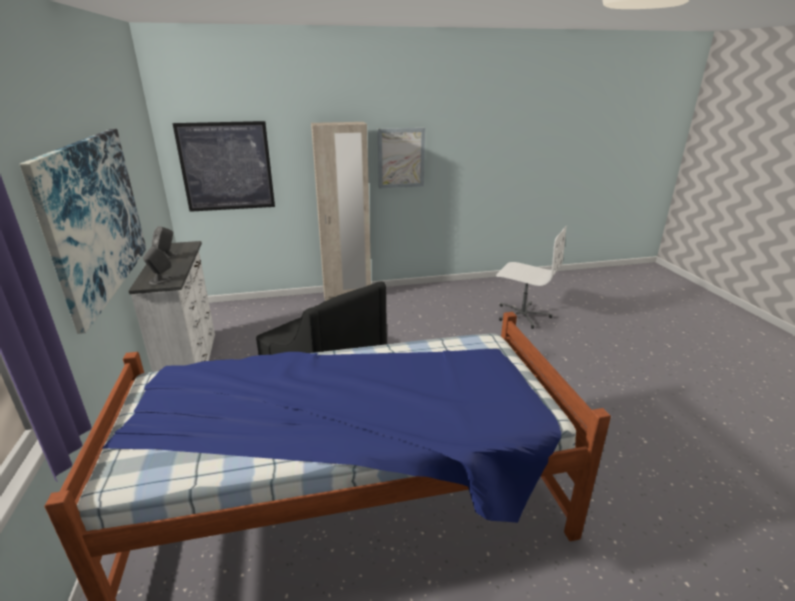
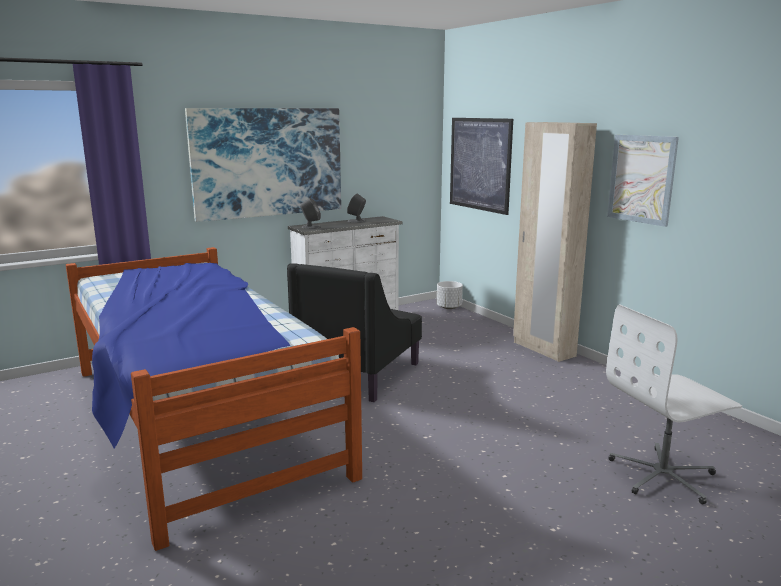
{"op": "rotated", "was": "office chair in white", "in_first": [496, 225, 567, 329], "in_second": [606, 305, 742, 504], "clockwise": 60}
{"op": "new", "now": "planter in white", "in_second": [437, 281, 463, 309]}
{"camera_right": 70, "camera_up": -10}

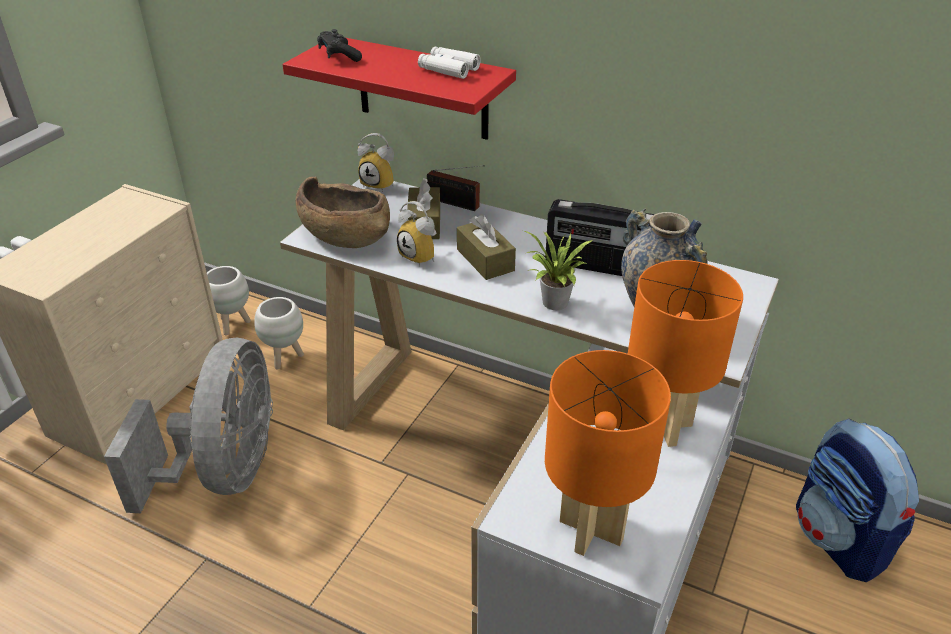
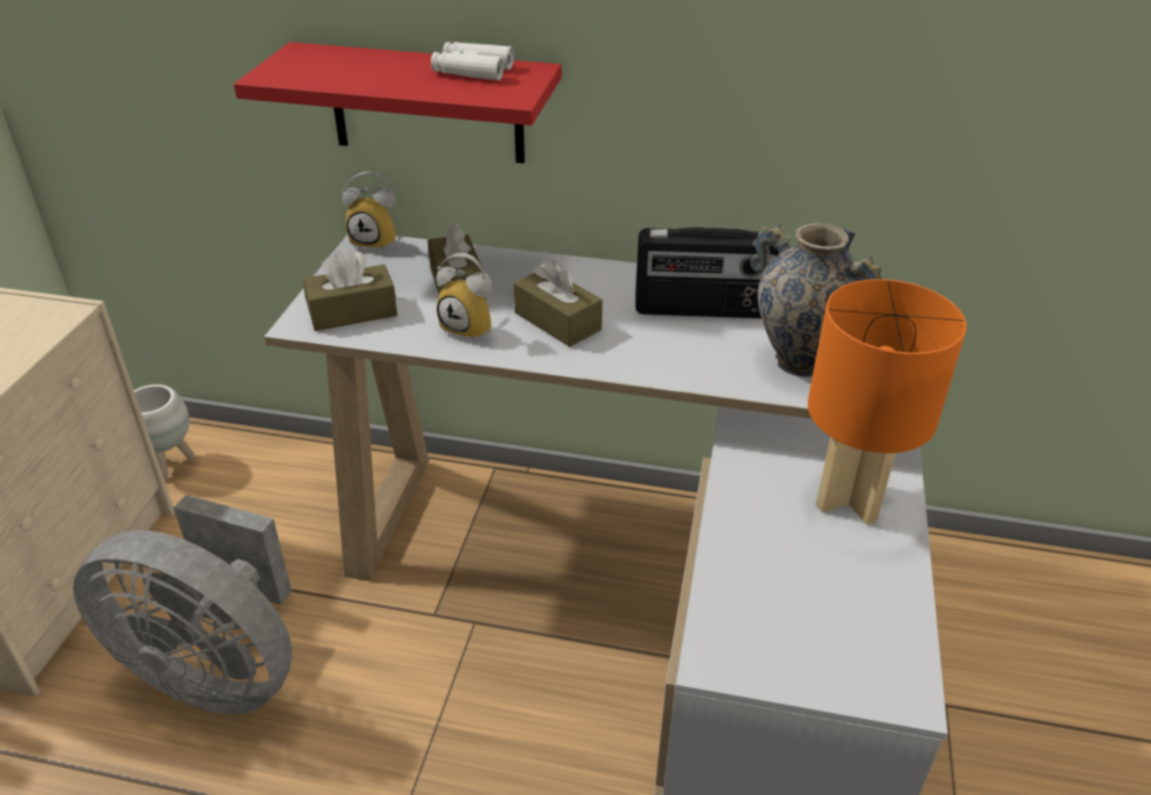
{"op": "rotated", "was": "fan in grey", "in_first": [104, 338, 273, 513], "in_second": [73, 495, 292, 715], "clockwise": 120}
{"op": "gone", "was": "planter in white", "in_first": [254, 297, 304, 369]}
{"op": "swapped", "was": "bowl in brown", "now": "tissue box in brown", "in_first": [295, 176, 390, 248], "in_second": [303, 248, 397, 331]}
{"op": "gone", "was": "game controller in black", "in_first": [317, 29, 362, 62]}
{"op": "gone", "was": "radio", "in_first": [427, 165, 485, 211]}
{"op": "gone", "was": "potted plant", "in_first": [525, 231, 594, 310]}
{"op": "gone", "was": "table lamp in orange", "in_first": [545, 350, 671, 556]}
{"op": "gone", "was": "backpack", "in_first": [796, 418, 919, 582]}
{"camera_right": -15, "camera_up": 0}

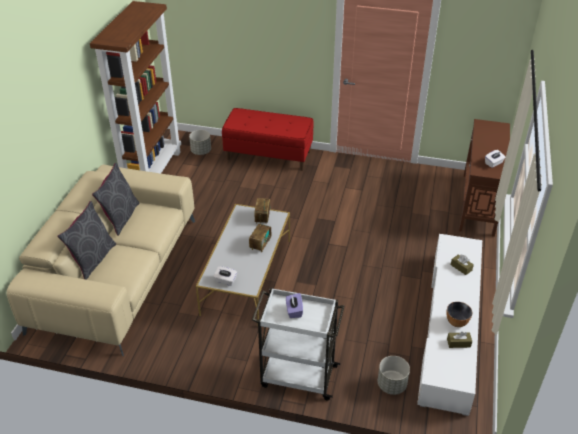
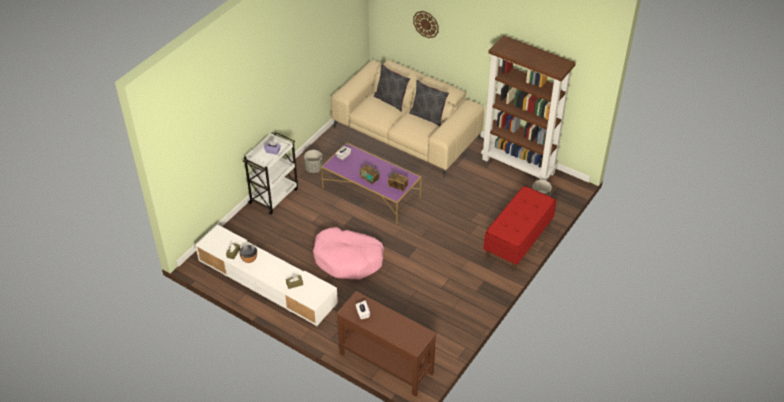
{"op": "repainted", "was": "coffee table in white", "now": "coffee table in purple", "in_first": [196, 204, 290, 320], "in_second": [321, 142, 422, 224]}
{"op": "shifted", "was": "planter in grey", "in_first": [378, 356, 410, 395], "in_second": [304, 150, 323, 173]}
{"op": "new", "now": "dog bed in pink", "in_second": [313, 227, 384, 279]}
{"op": "new", "now": "wall clock", "in_second": [413, 11, 439, 38]}
{"camera_right": 110, "camera_up": 5}

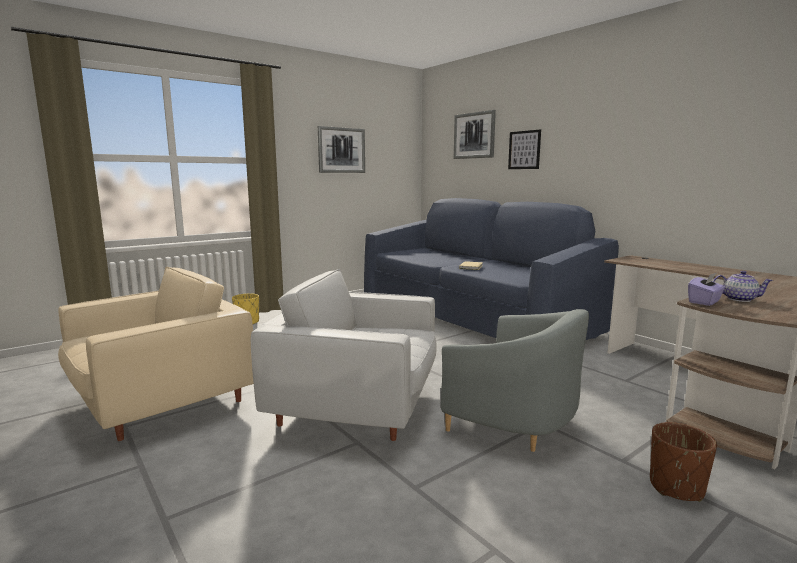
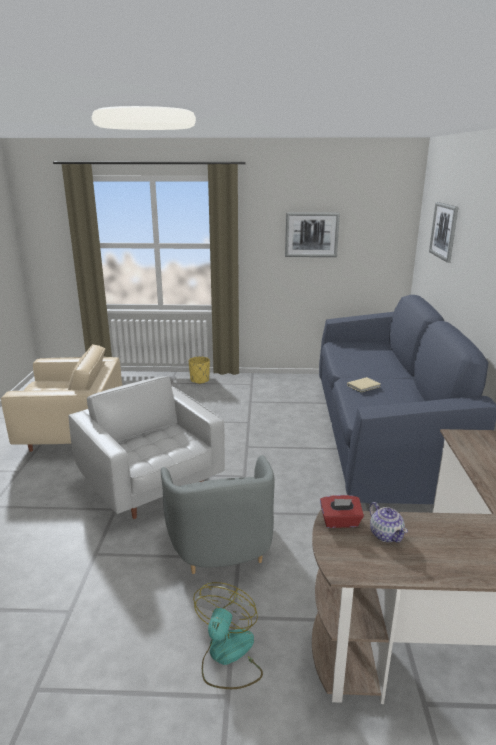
{"op": "gone", "was": "picture", "in_first": [508, 129, 541, 169]}
{"op": "swapped", "was": "planter in brown", "now": "fan", "in_first": [650, 422, 717, 502], "in_second": [193, 582, 263, 689]}
{"op": "repainted", "was": "tissue box in purple", "now": "tissue box in red", "in_first": [688, 273, 725, 306], "in_second": [320, 495, 364, 528]}
{"camera_right": 40, "camera_up": 10}

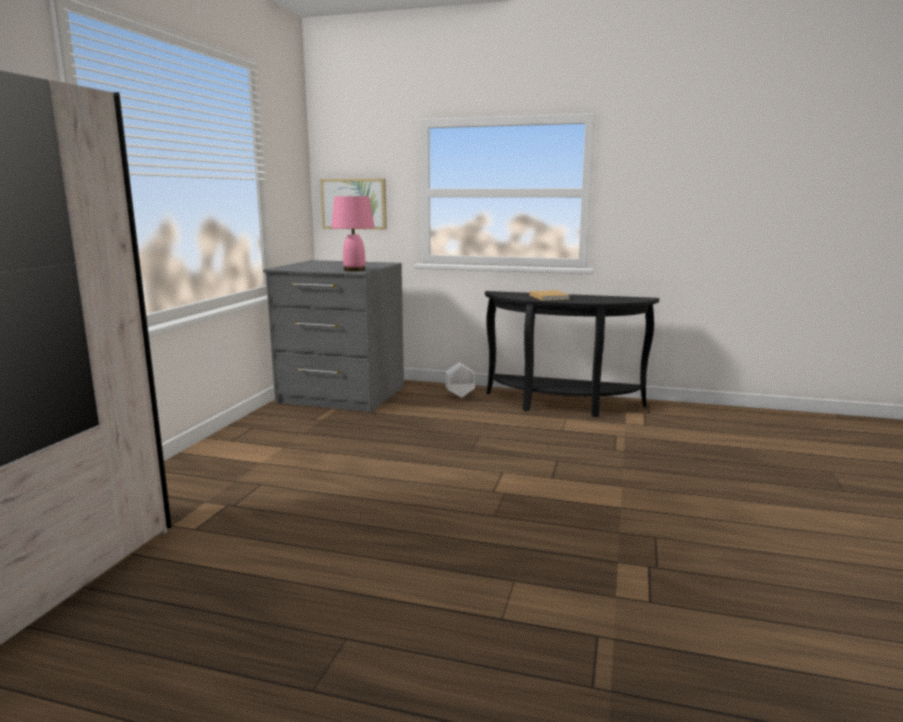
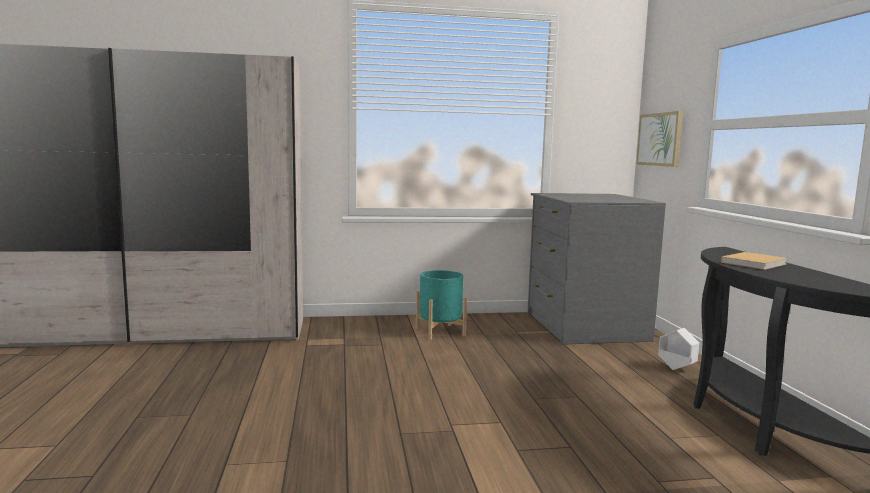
{"op": "gone", "was": "table lamp in pink", "in_first": [331, 196, 375, 271]}
{"op": "new", "now": "planter in turquoise", "in_second": [416, 270, 467, 340]}
{"camera_right": 65, "camera_up": -5}

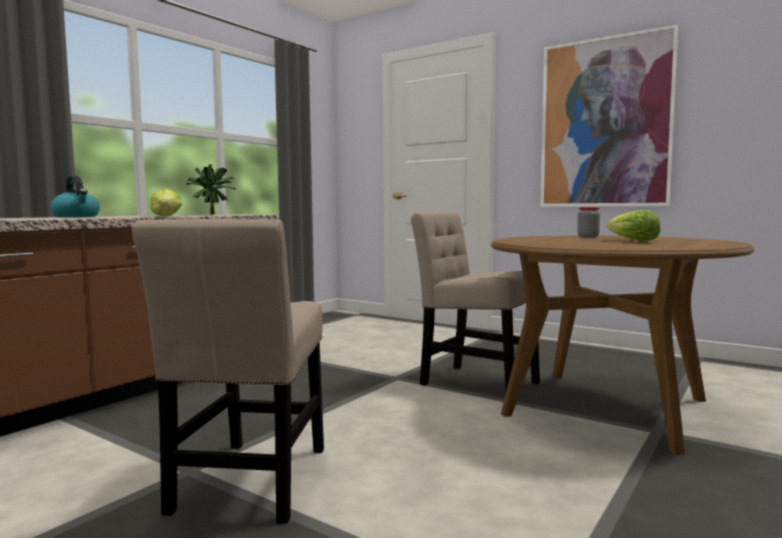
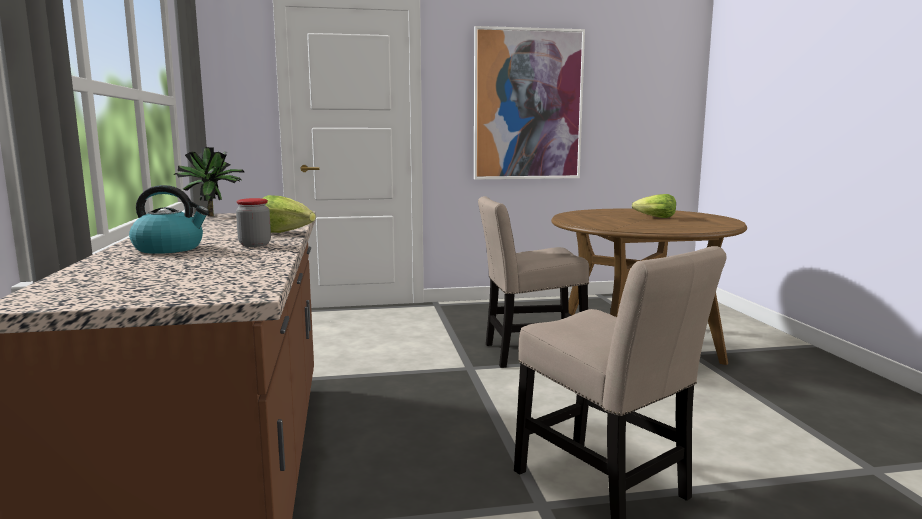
{"op": "shifted", "was": "jar", "in_first": [577, 207, 600, 238], "in_second": [236, 198, 271, 247]}
{"camera_right": -45, "camera_up": 5}

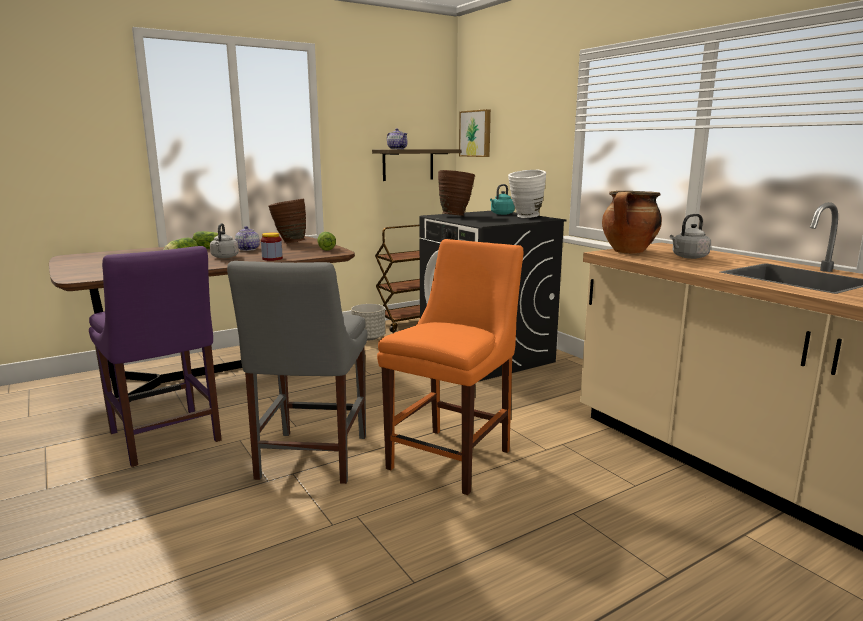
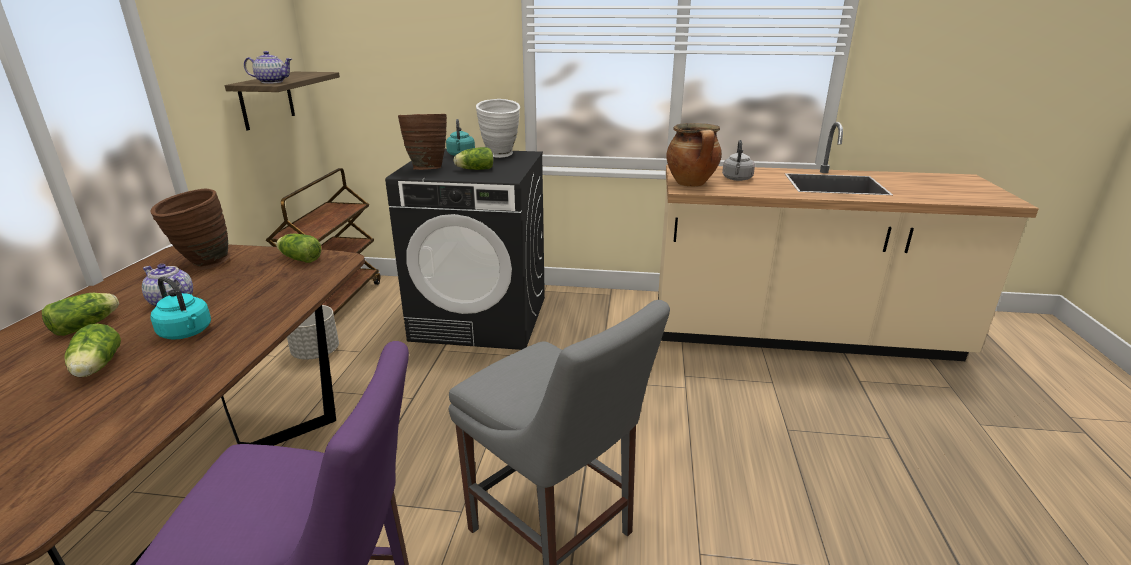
{"op": "repainted", "was": "kettle in grey", "now": "kettle in turquoise", "in_first": [210, 223, 239, 258], "in_second": [151, 276, 211, 340]}
{"op": "gone", "was": "jar", "in_first": [261, 232, 283, 261]}
{"op": "gone", "was": "chair in orange", "in_first": [377, 239, 524, 495]}
{"op": "gone", "was": "picture", "in_first": [459, 109, 491, 157]}
{"op": "new", "now": "lettuce", "in_second": [453, 147, 493, 170]}
{"camera_right": -50, "camera_up": 10}

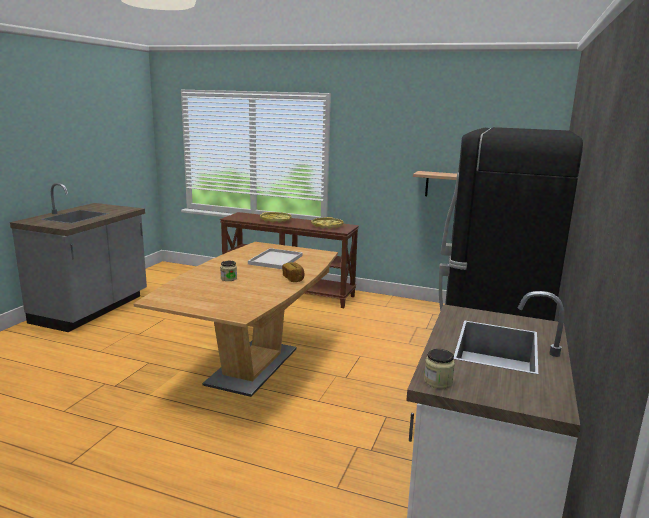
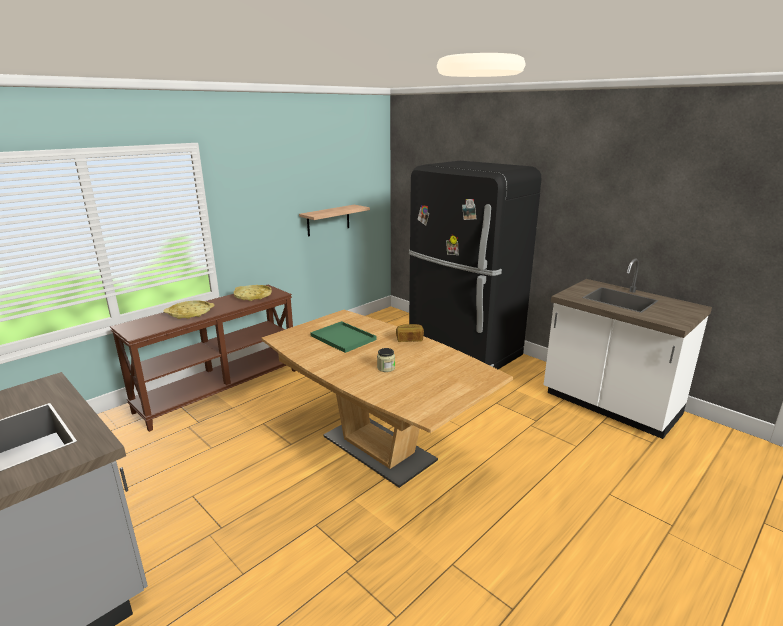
{"op": "repainted", "was": "tray in white", "now": "tray in green", "in_first": [248, 248, 303, 269], "in_second": [310, 321, 377, 353]}
{"op": "gone", "was": "jar", "in_first": [424, 349, 455, 389]}
{"camera_right": -65, "camera_up": 5}

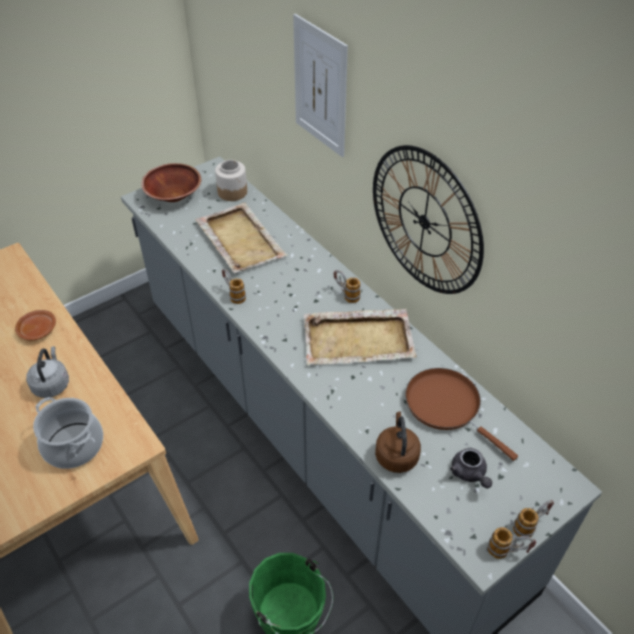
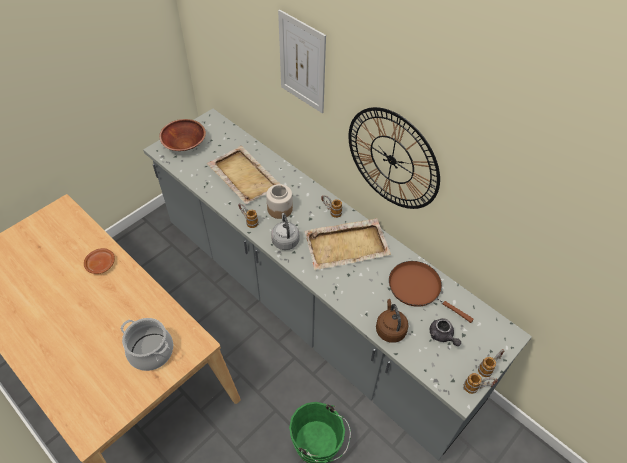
{"op": "shifted", "was": "kettle in grey", "in_first": [26, 346, 69, 398], "in_second": [271, 213, 299, 250]}
{"op": "shifted", "was": "jar", "in_first": [215, 160, 247, 201], "in_second": [266, 184, 293, 219]}
{"camera_right": -10, "camera_up": 5}

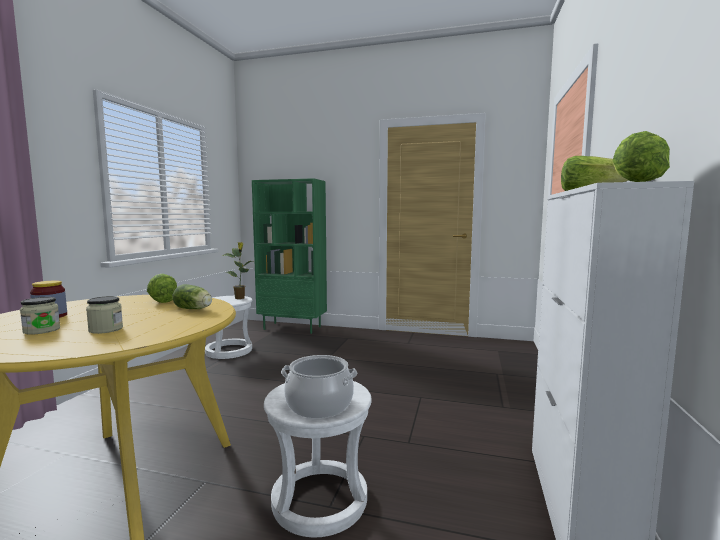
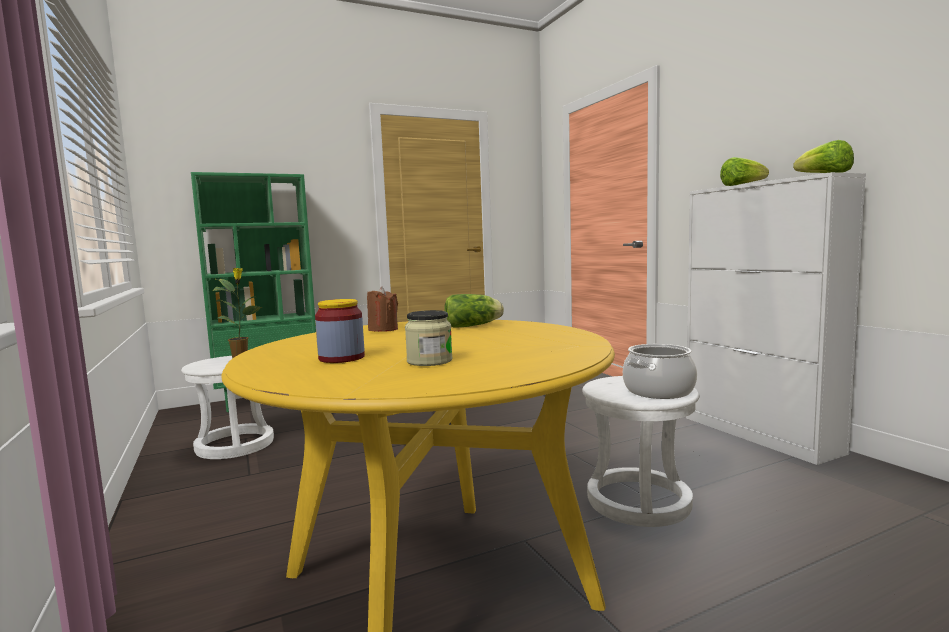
{"op": "gone", "was": "jar", "in_first": [86, 296, 123, 334]}
{"op": "swapped", "was": "lettuce", "now": "candle in brown", "in_first": [147, 274, 177, 303], "in_second": [367, 287, 398, 332]}
{"camera_right": -40, "camera_up": 0}

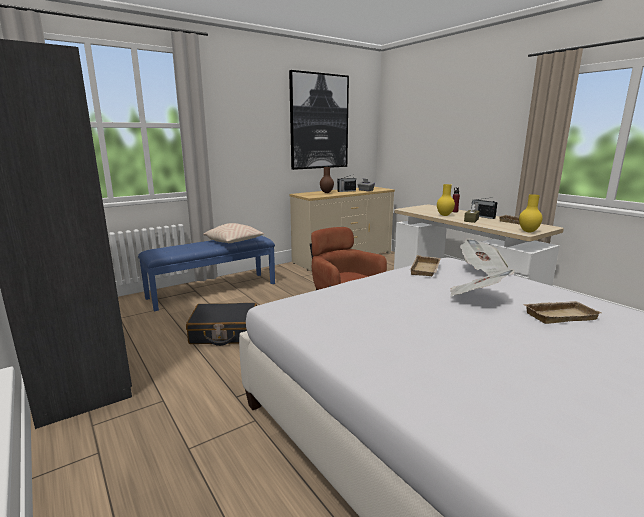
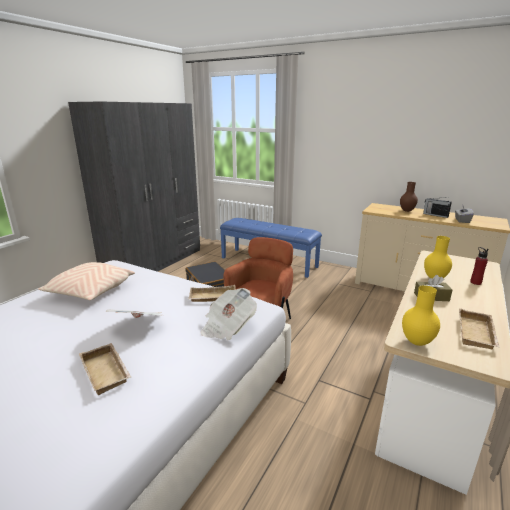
{"op": "shifted", "was": "pillow in beige", "in_first": [203, 223, 264, 243], "in_second": [38, 262, 135, 300]}
{"op": "gone", "was": "picture", "in_first": [289, 70, 349, 170]}
{"op": "gone", "was": "radio", "in_first": [471, 197, 498, 219]}
{"camera_right": 65, "camera_up": 5}

